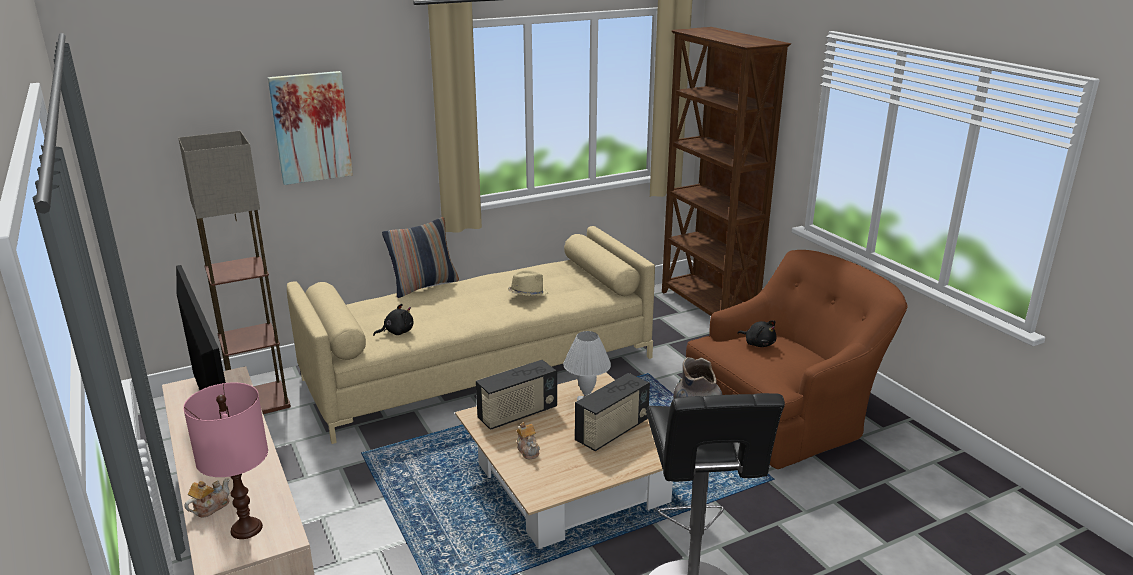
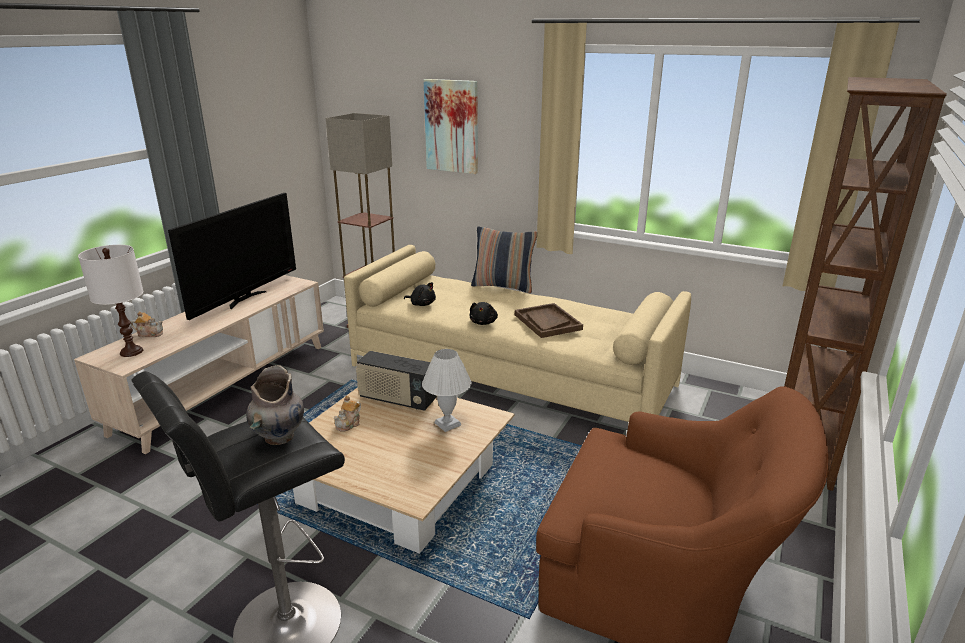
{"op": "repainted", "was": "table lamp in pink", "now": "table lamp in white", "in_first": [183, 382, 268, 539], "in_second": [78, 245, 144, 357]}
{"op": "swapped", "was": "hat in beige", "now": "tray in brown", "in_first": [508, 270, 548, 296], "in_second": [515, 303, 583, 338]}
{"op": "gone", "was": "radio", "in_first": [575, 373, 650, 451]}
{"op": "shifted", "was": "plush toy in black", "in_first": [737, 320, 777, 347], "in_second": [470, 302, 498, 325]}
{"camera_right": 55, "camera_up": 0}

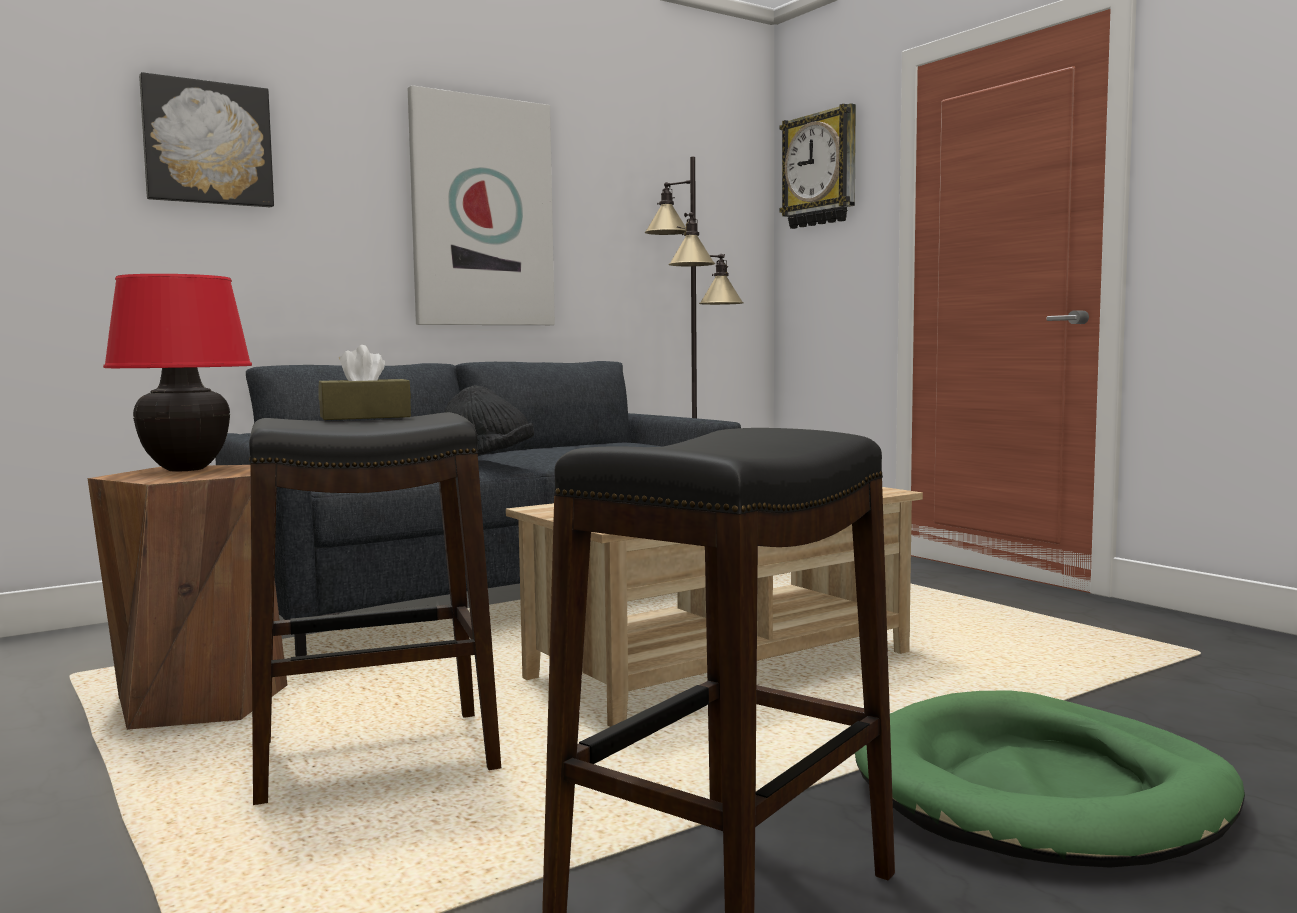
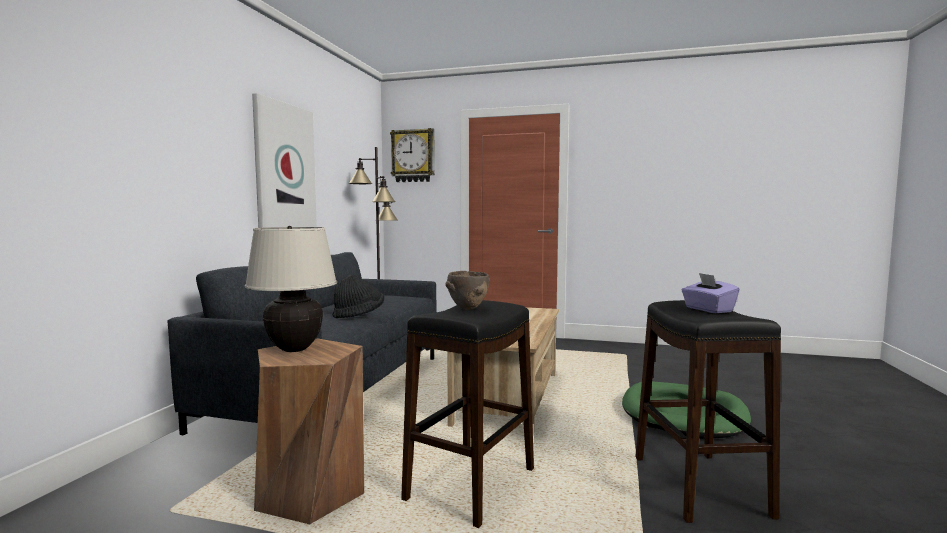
{"op": "repainted", "was": "table lamp in red", "now": "table lamp in beige", "in_first": [103, 274, 252, 471], "in_second": [245, 226, 337, 352]}
{"op": "gone", "was": "picture", "in_first": [139, 72, 274, 207]}
{"op": "swapped", "was": "tissue box in brown", "now": "bowl in brown", "in_first": [318, 345, 411, 420], "in_second": [445, 271, 489, 310]}
{"op": "new", "now": "tissue box in purple", "in_second": [682, 273, 740, 313]}
{"camera_right": -40, "camera_up": 0}

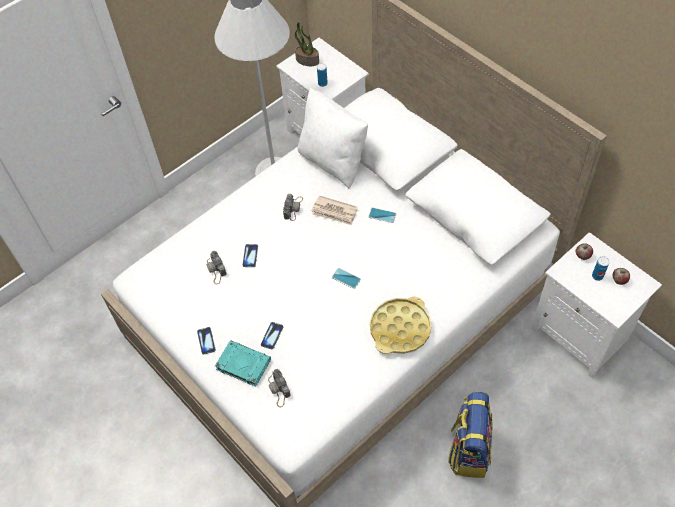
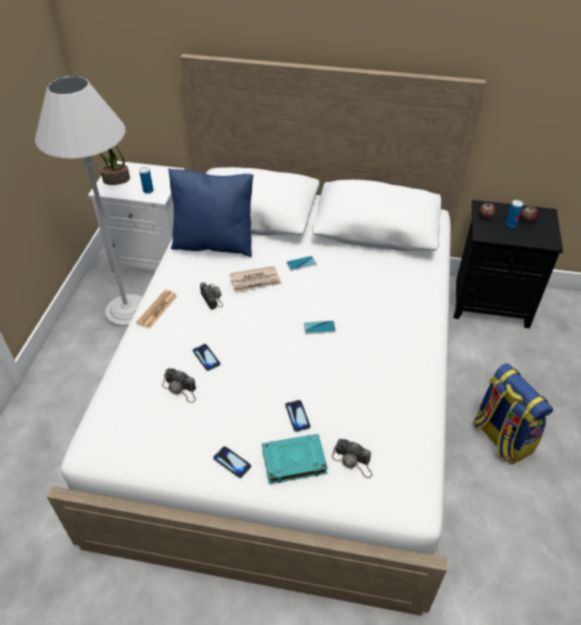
{"op": "repainted", "was": "pillow in white", "now": "pillow in blue", "in_first": [297, 88, 368, 189], "in_second": [168, 168, 253, 257]}
{"op": "gone", "was": "tray in yellow", "in_first": [370, 297, 431, 354]}
{"op": "repainted", "was": "nightstand in white", "now": "nightstand in black", "in_first": [531, 232, 662, 379], "in_second": [454, 200, 563, 329]}
{"op": "new", "now": "newspaper", "in_second": [136, 290, 177, 329]}
{"camera_right": -40, "camera_up": -10}

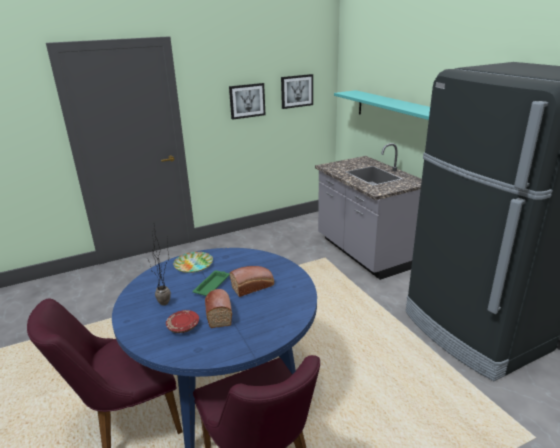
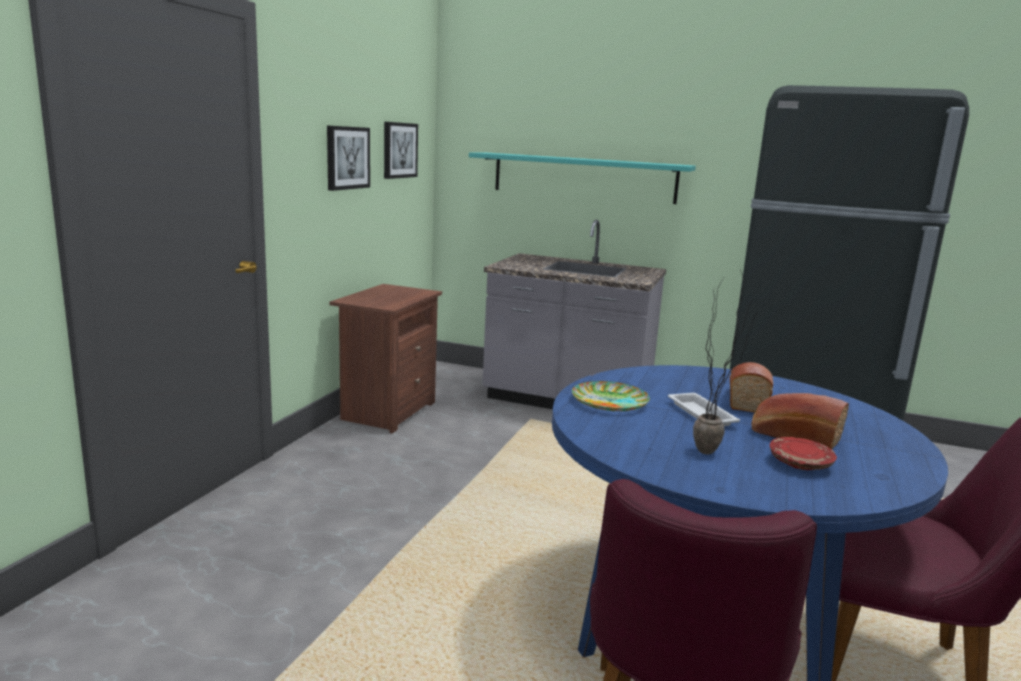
{"op": "repainted", "was": "tray in green", "now": "tray in white", "in_first": [193, 270, 230, 296], "in_second": [668, 393, 740, 426]}
{"op": "new", "now": "nightstand in brown", "in_second": [329, 284, 442, 433]}
{"camera_right": -45, "camera_up": -10}

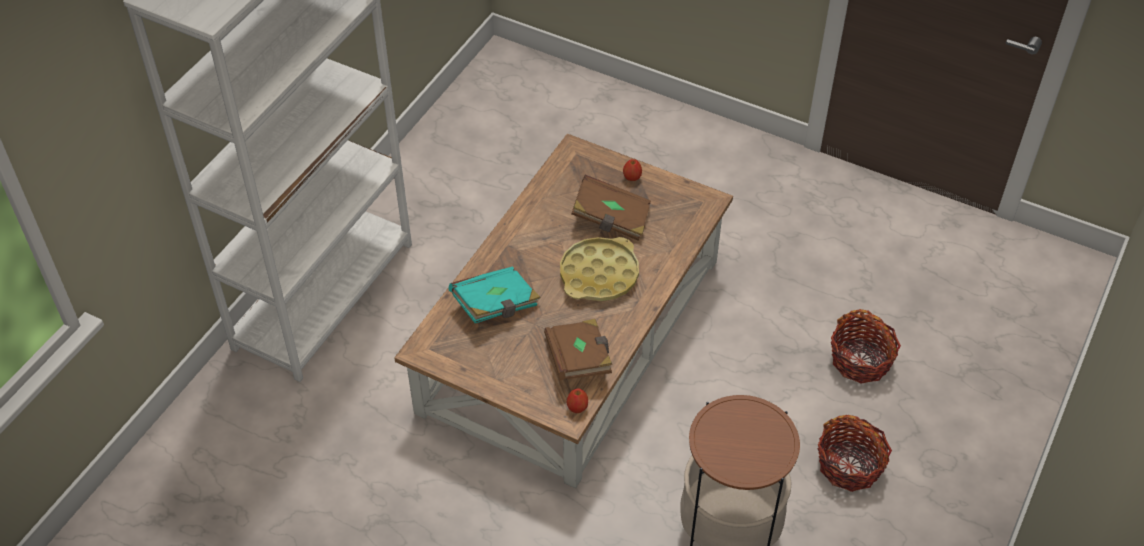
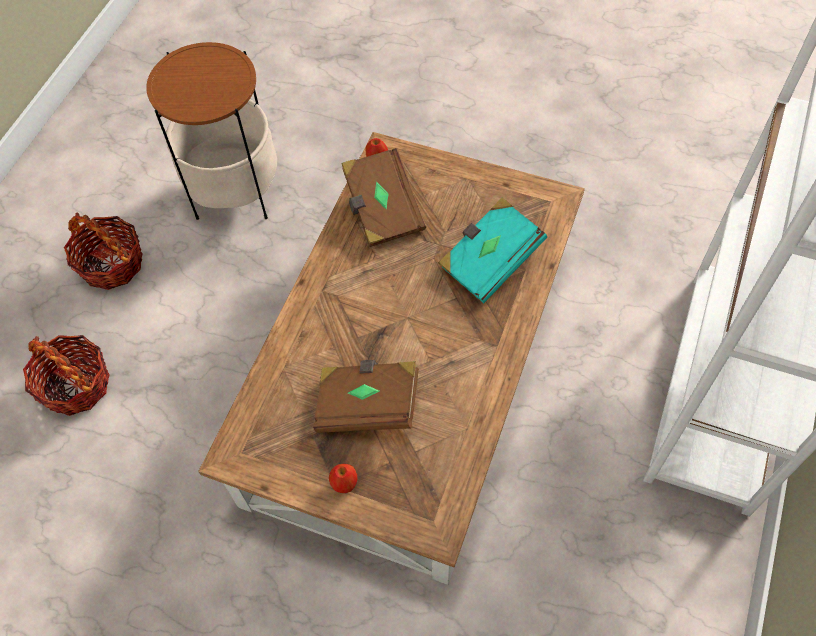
{"op": "gone", "was": "tray in yellow", "in_first": [560, 237, 639, 301]}
{"camera_right": 175, "camera_up": 10}

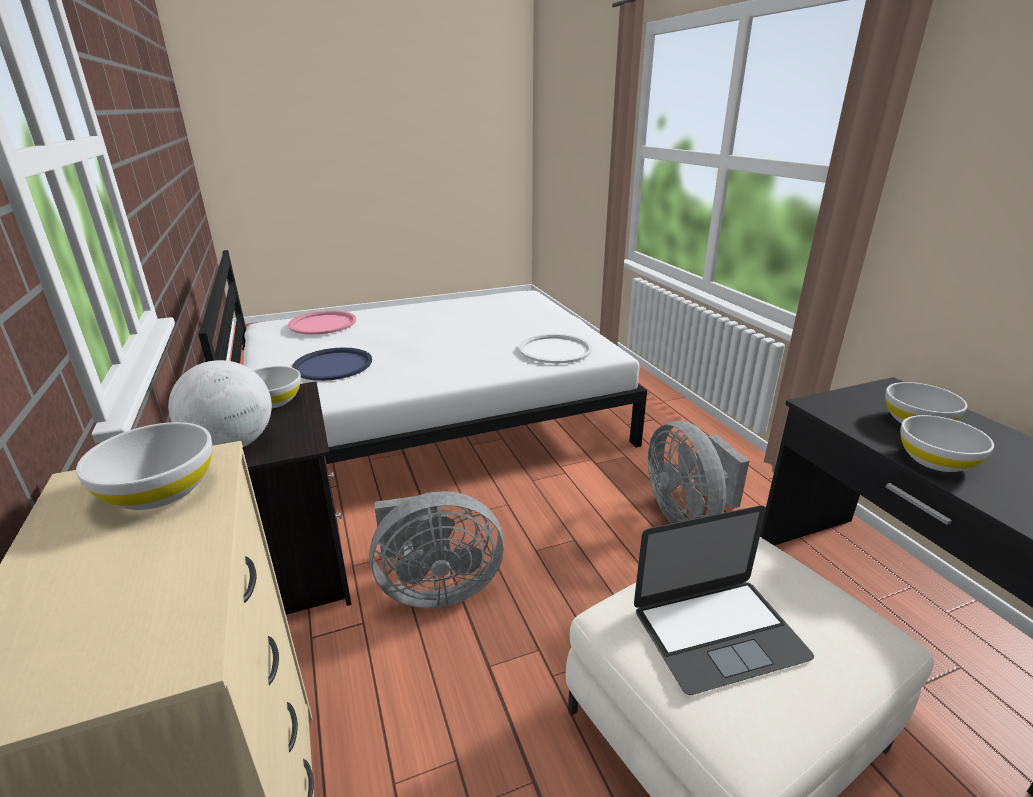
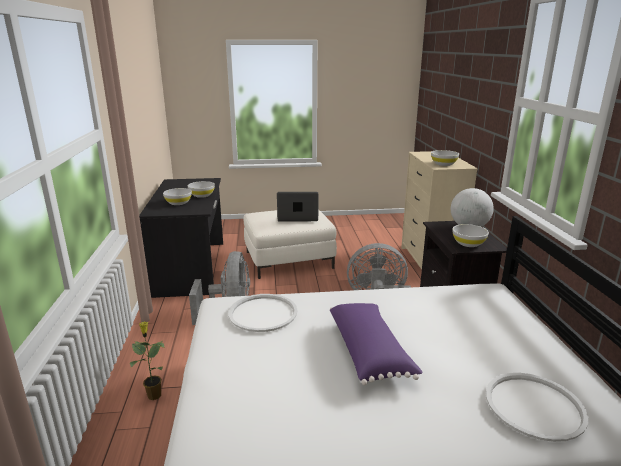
{"op": "repainted", "was": "tray in pink", "now": "tray in white", "in_first": [288, 310, 356, 335], "in_second": [486, 373, 589, 442]}
{"op": "gone", "was": "tray in blue", "in_first": [292, 347, 372, 381]}
{"op": "new", "now": "potted plant", "in_second": [130, 322, 165, 400]}
{"op": "new", "now": "pillow in purple", "in_second": [330, 303, 422, 385]}
{"camera_right": -165, "camera_up": -5}

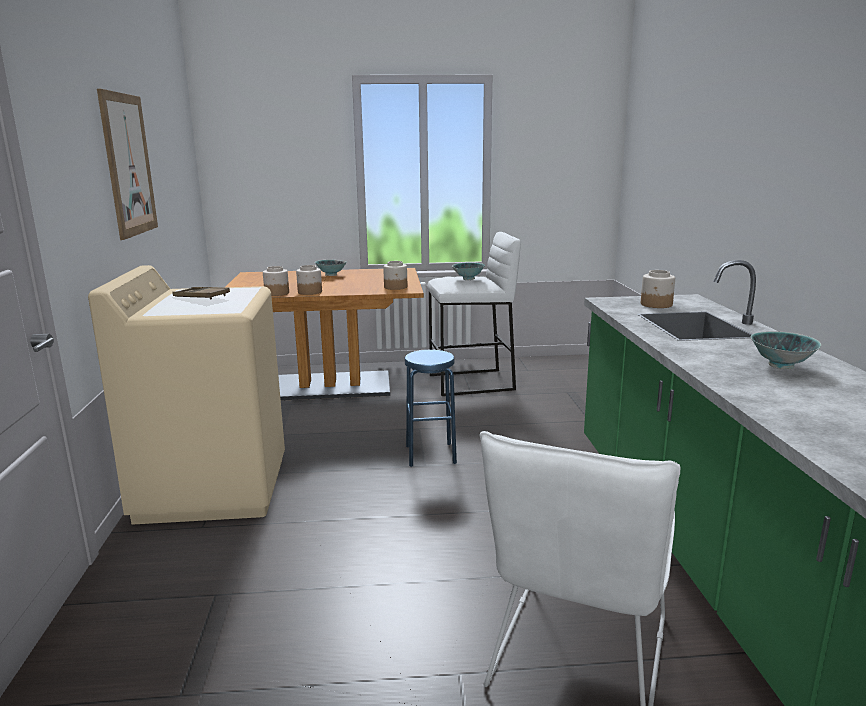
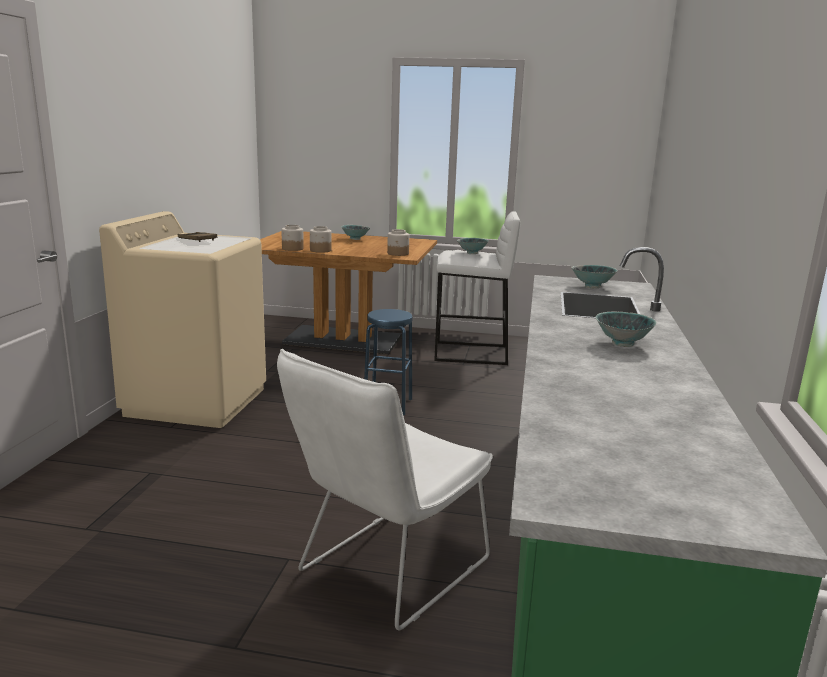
{"op": "gone", "was": "picture", "in_first": [97, 89, 158, 240]}
{"op": "swapped", "was": "jar", "now": "bowl", "in_first": [641, 270, 675, 308], "in_second": [572, 265, 618, 288]}
{"camera_right": 15, "camera_up": 0}

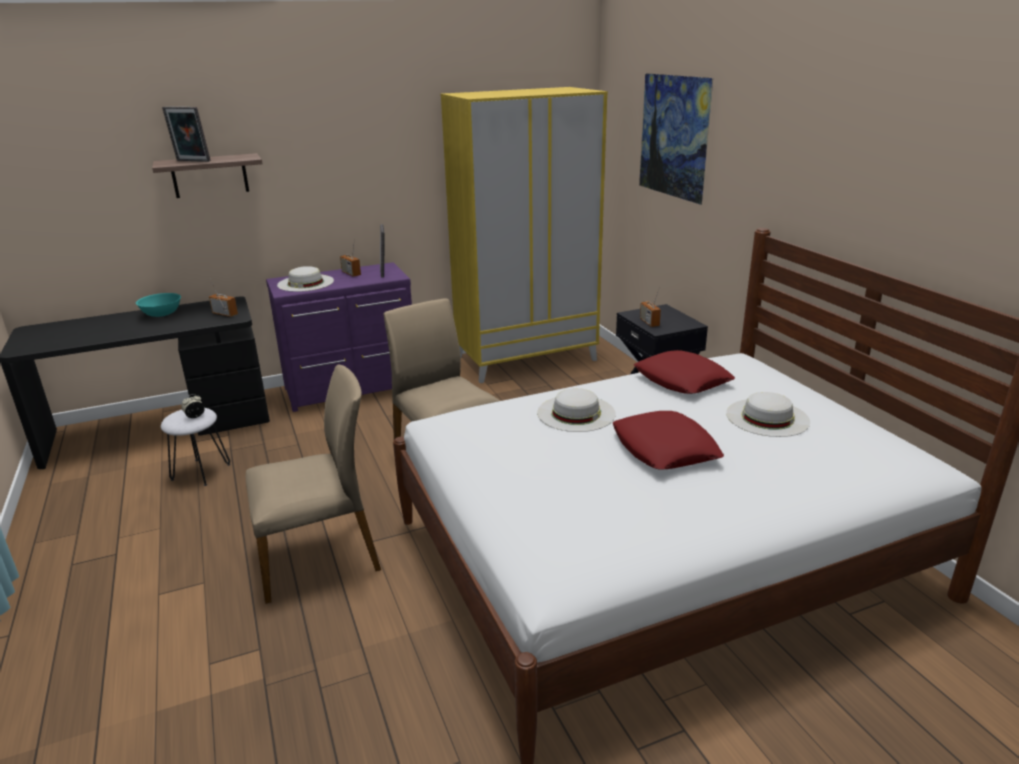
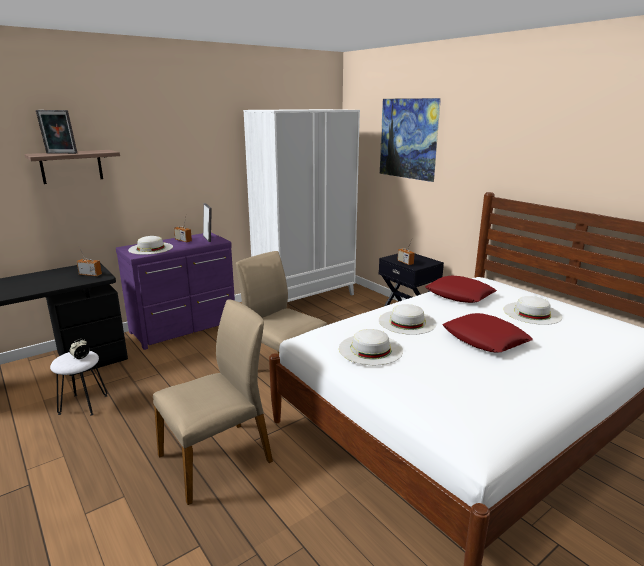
{"op": "gone", "was": "bowl in turquoise", "in_first": [136, 293, 181, 317]}
{"op": "repainted", "was": "wardrobe in yellow", "now": "wardrobe in white", "in_first": [440, 87, 608, 383], "in_second": [243, 109, 360, 302]}
{"op": "new", "now": "hat in white", "in_second": [339, 329, 403, 365]}
{"camera_right": -15, "camera_up": -5}

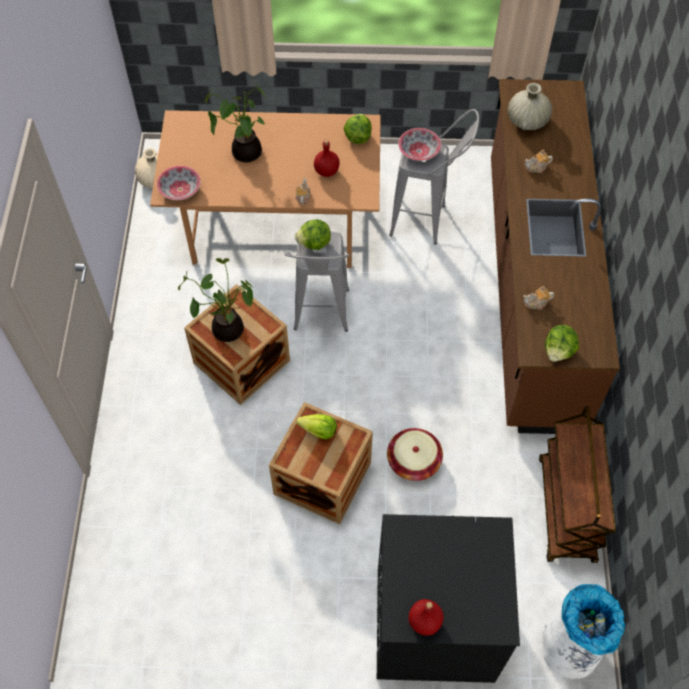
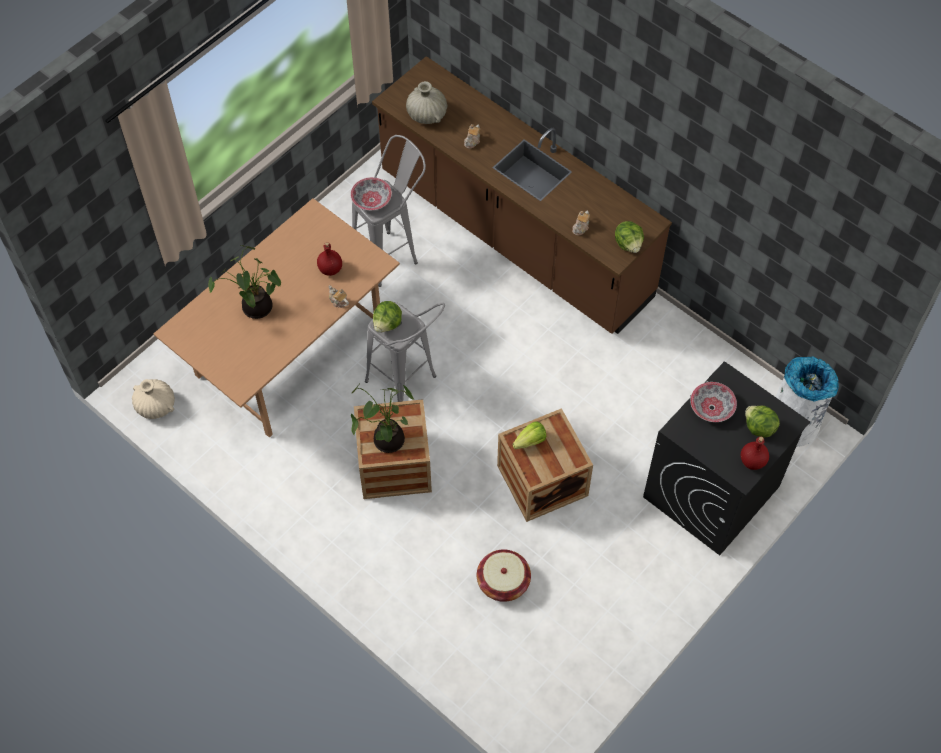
{"op": "shifted", "was": "bowl", "in_first": [157, 166, 201, 200], "in_second": [690, 382, 737, 422]}
{"op": "shifted", "was": "lettuce", "in_first": [343, 114, 372, 144], "in_second": [745, 406, 780, 438]}
{"op": "shifted", "was": "basket", "in_first": [387, 428, 443, 481], "in_second": [477, 549, 531, 602]}
{"op": "gone", "was": "cart in brown", "in_first": [539, 406, 616, 563]}
{"camera_right": -50, "camera_up": 0}

